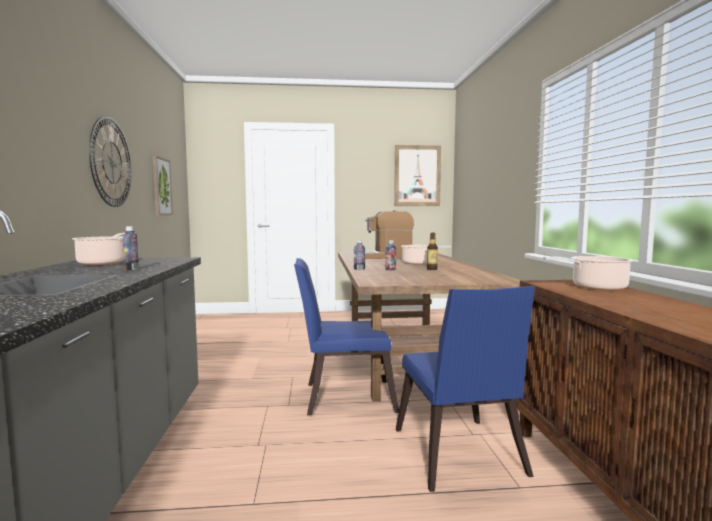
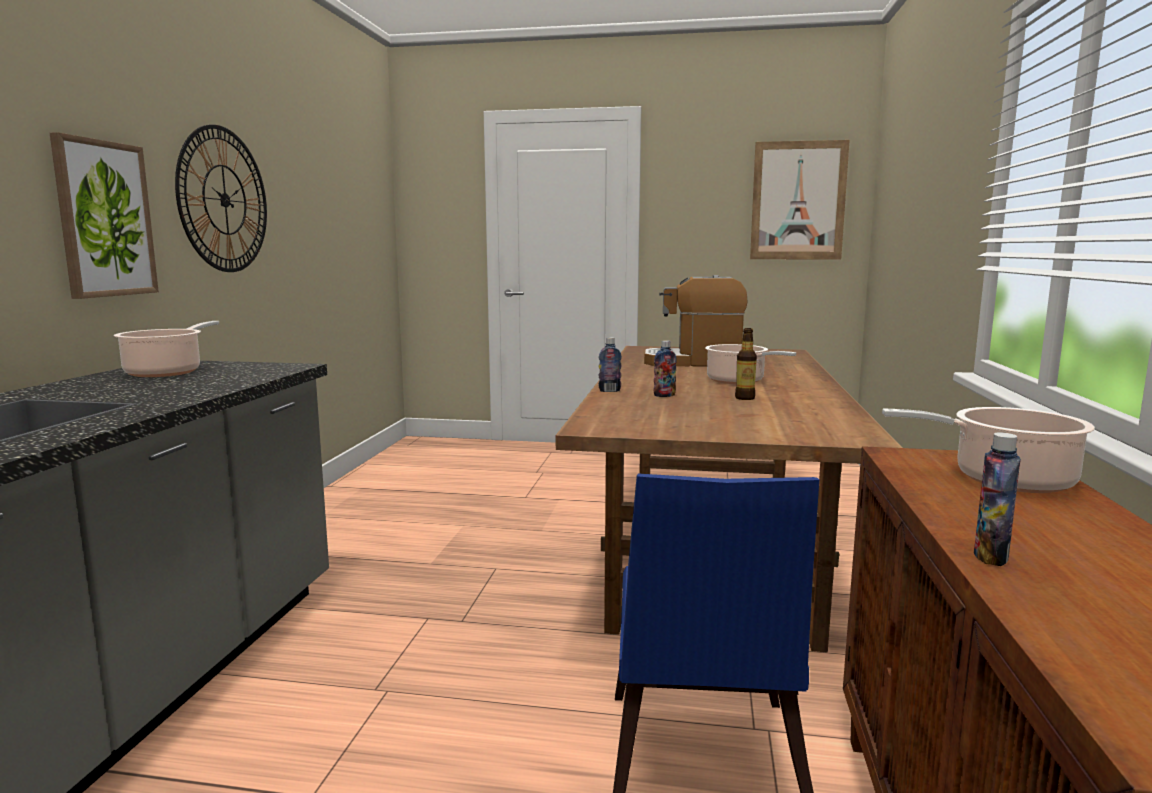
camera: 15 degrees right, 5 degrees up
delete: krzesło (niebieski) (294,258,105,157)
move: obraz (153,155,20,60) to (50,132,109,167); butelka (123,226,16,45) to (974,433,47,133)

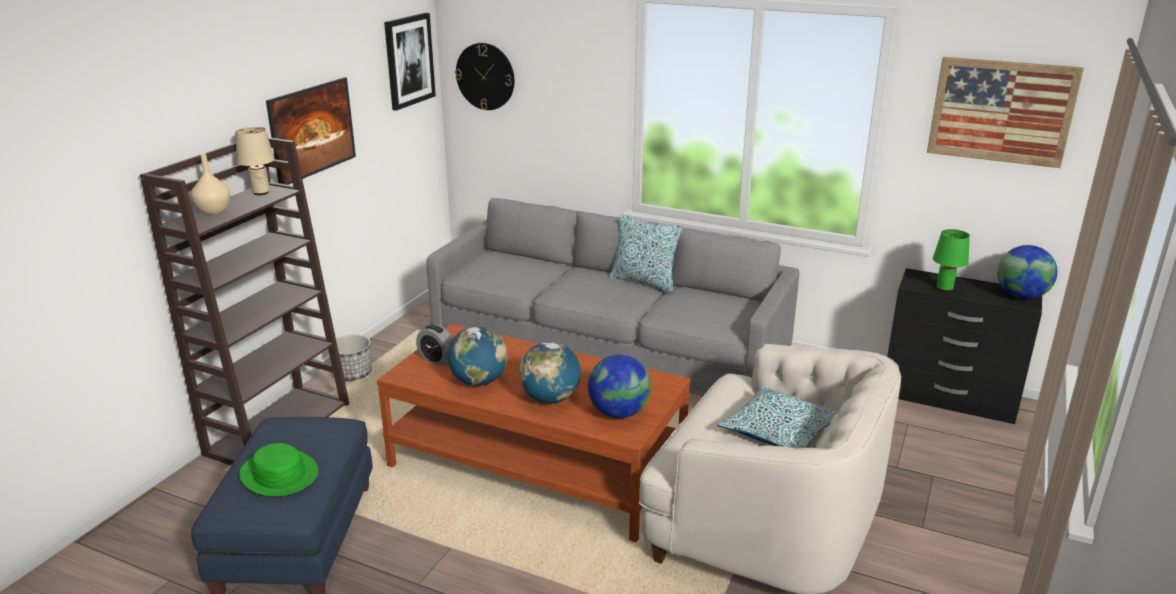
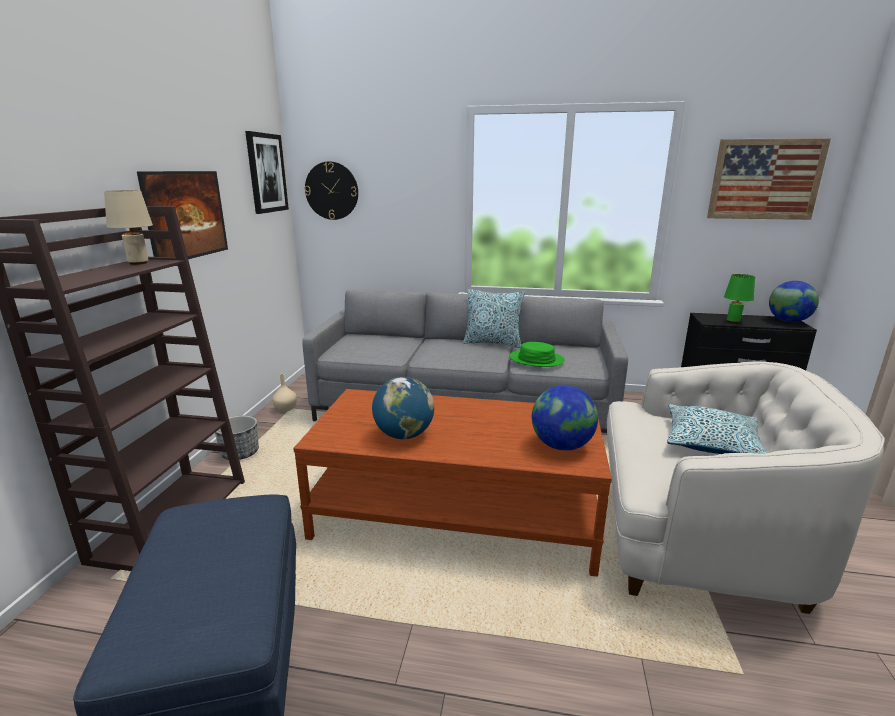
camera: 15 degrees left, 5 degrees down
delete: budzik (416,324,37,42); globus (519,342,62,62)
move: wazon (beżowy) (191,153,40,62) to (272,374,25,38); kapelusz (zielony) (239,443,80,53) to (510,342,55,25)

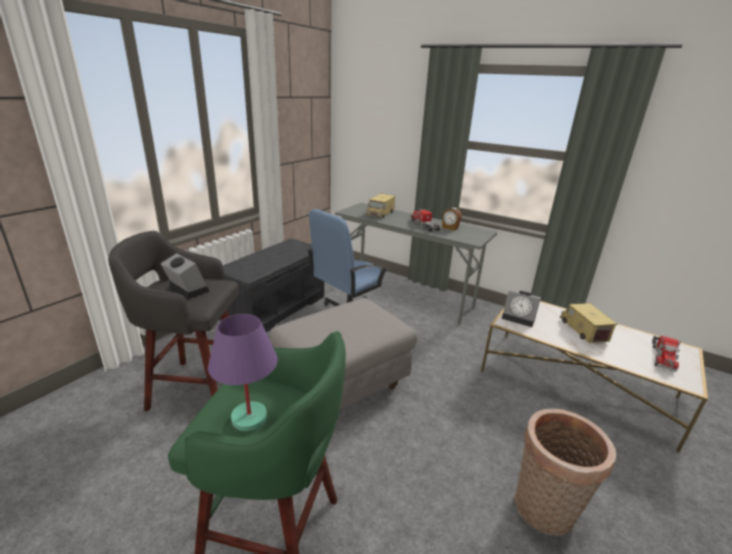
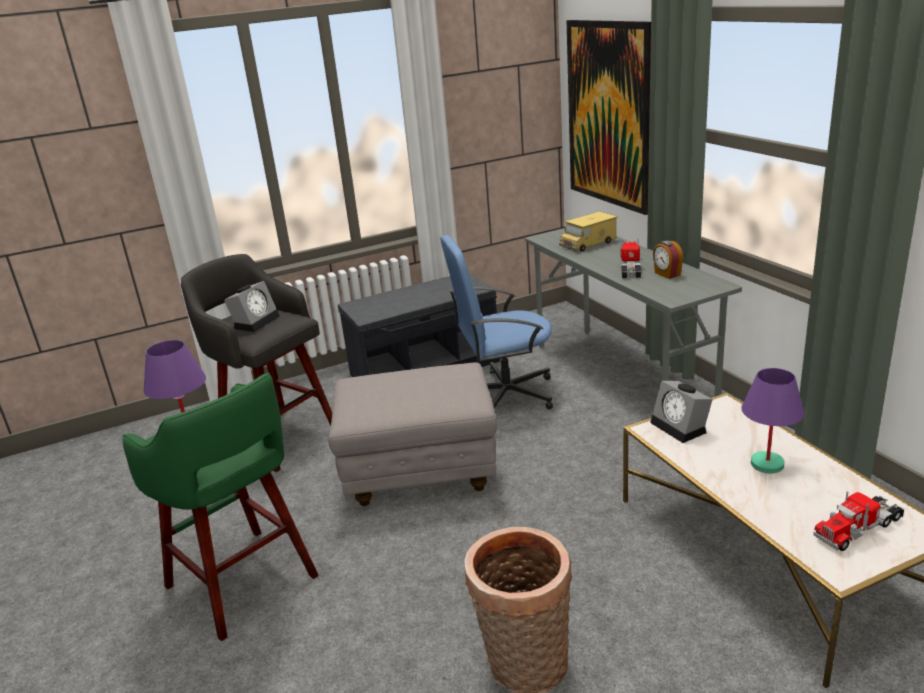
camera: 35 degrees right, 0 degrees up
insert: obraz (567,20,84,195)
replace: ciężarówka zabawkowa (560,303,58,40) to lampa stołowa (fioletowy) (742,368,62,105)
rotate: budzik (160,253,49,46) = (224,281,56,51) 45 degrees clockwise

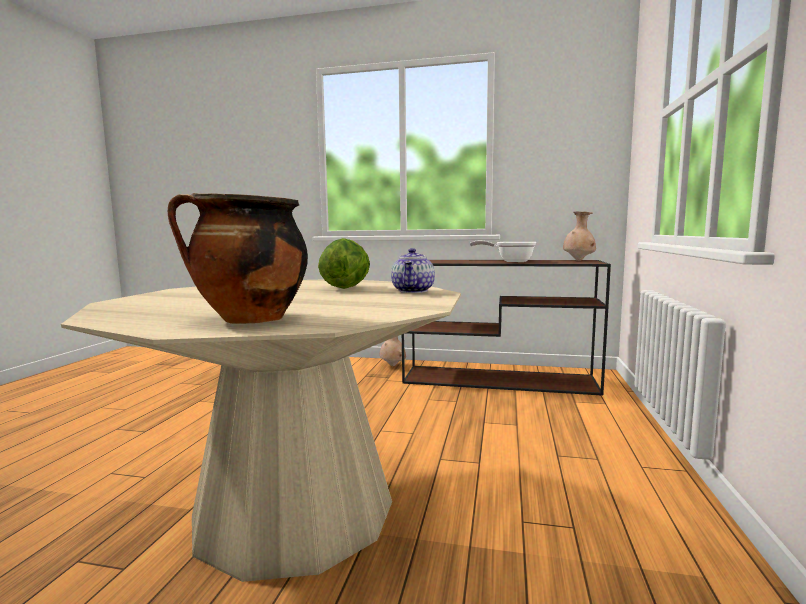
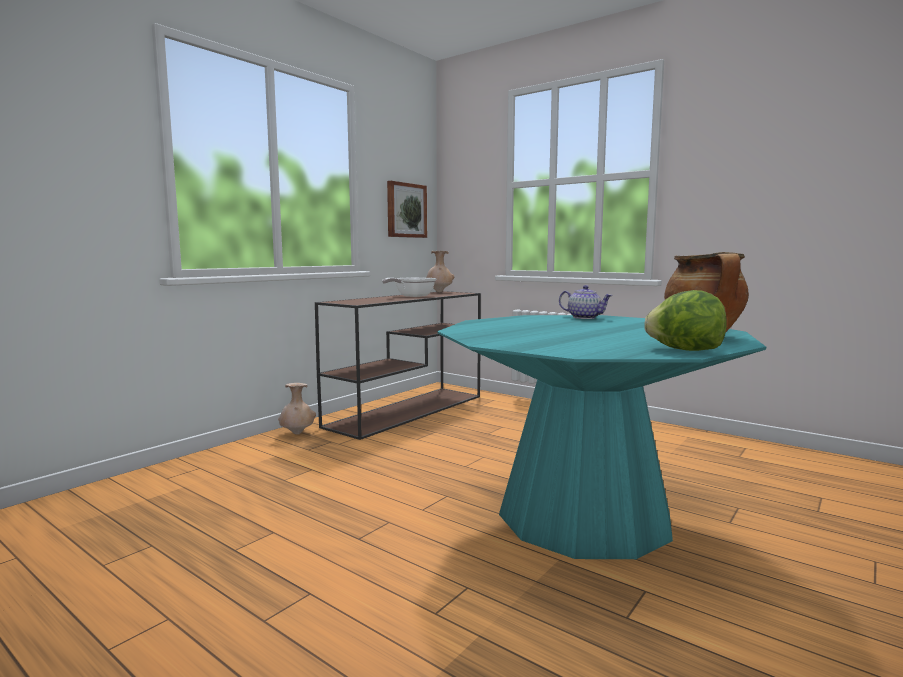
camera: 65 degrees left, 0 degrees up
insert: obraz (387,181,40,57)
move: sałata (318,238,52,51) to (644,290,82,61)
recolor: stół jadalny (beżowy) (61,279,400,303) to stół jadalny (turkusowy) (437,315,329,244)

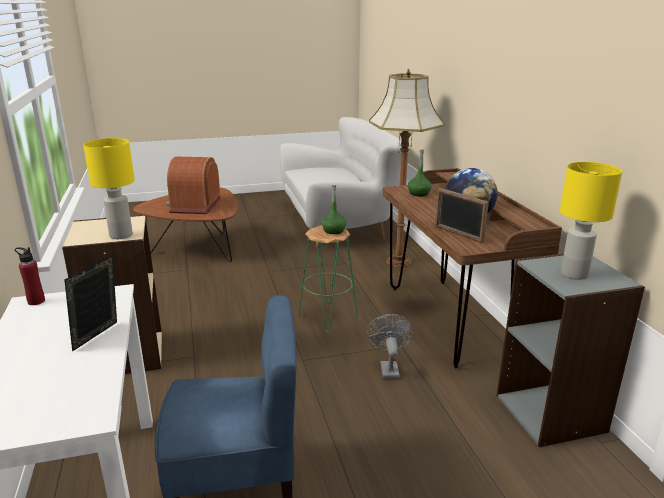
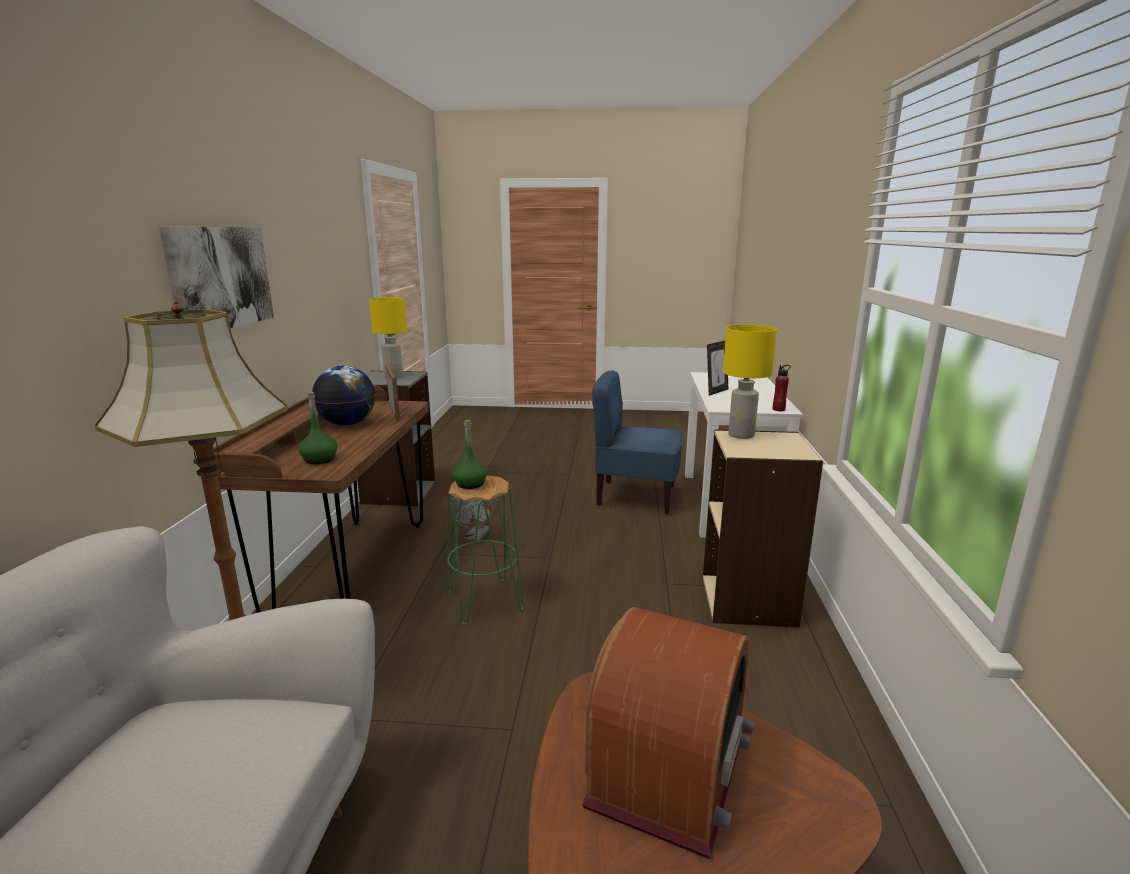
camera: 160 degrees left, 5 degrees down
insert: obraz (159,227,115,101)

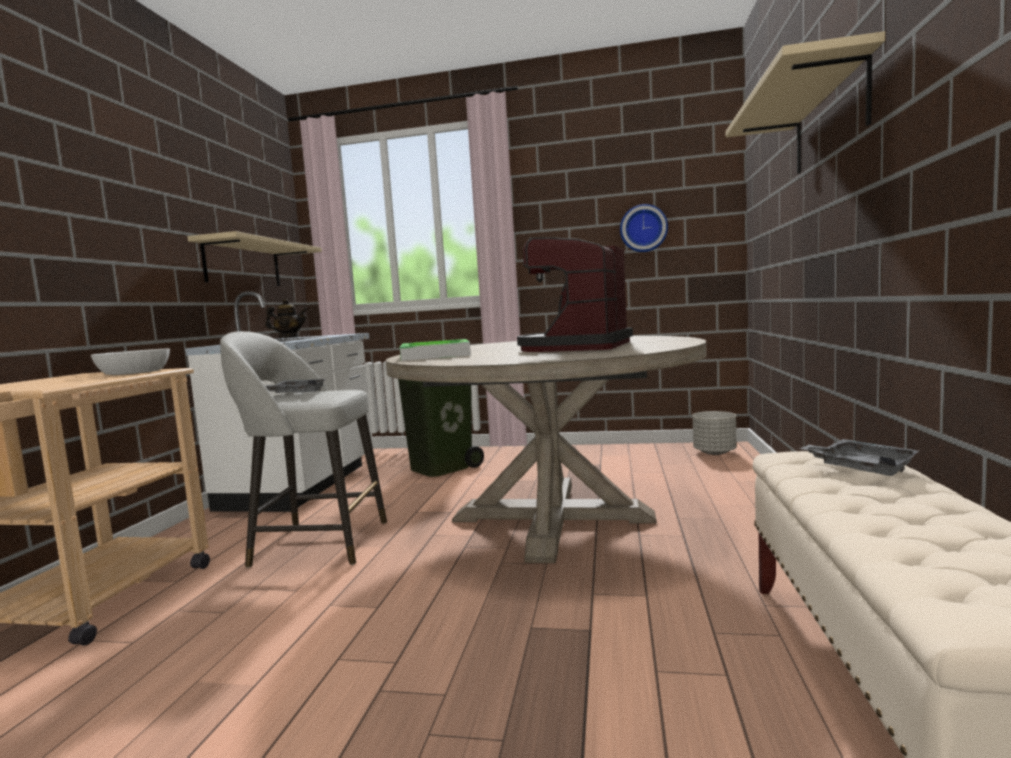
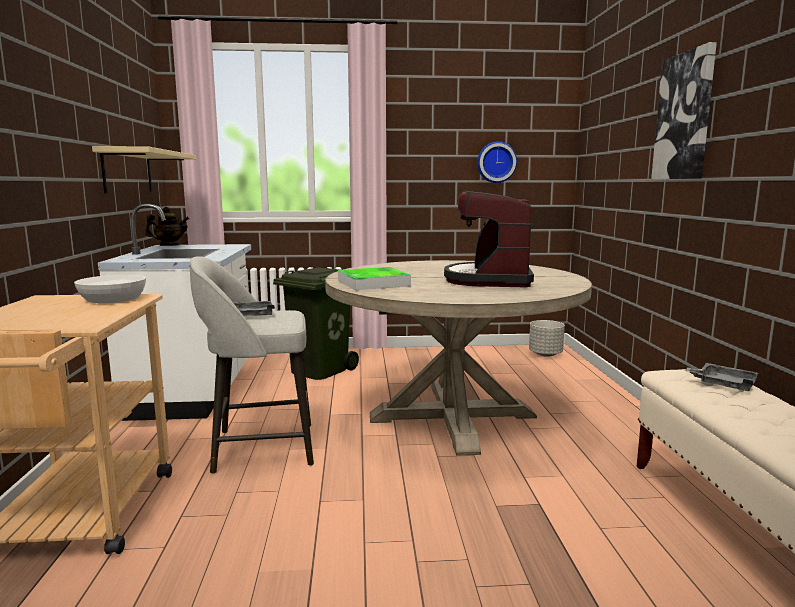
camera: 15 degrees left, 5 degrees up
replace: półka (beżowy) (725,31,160,143) to obraz (651,42,66,137)

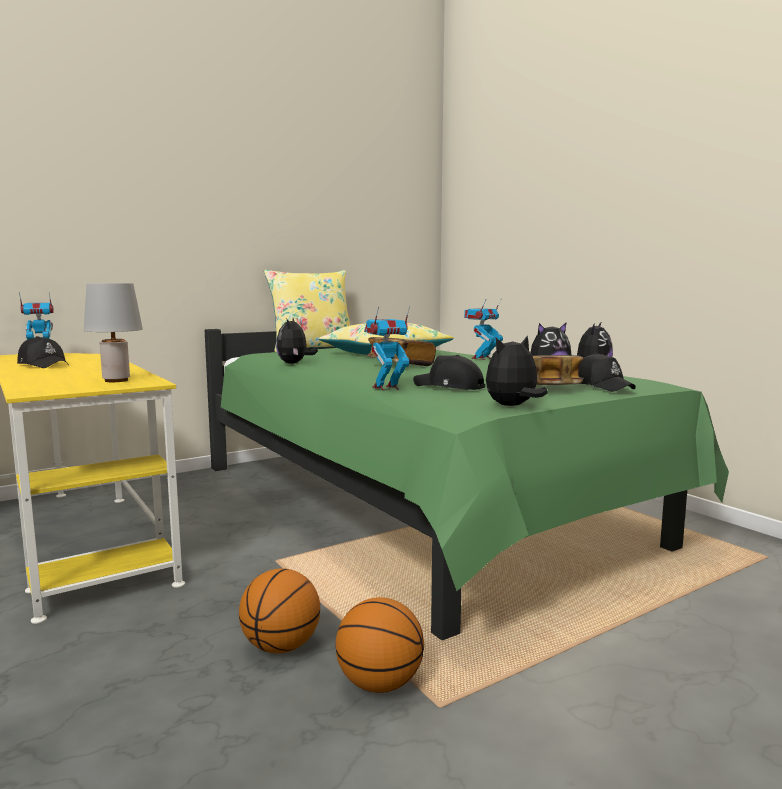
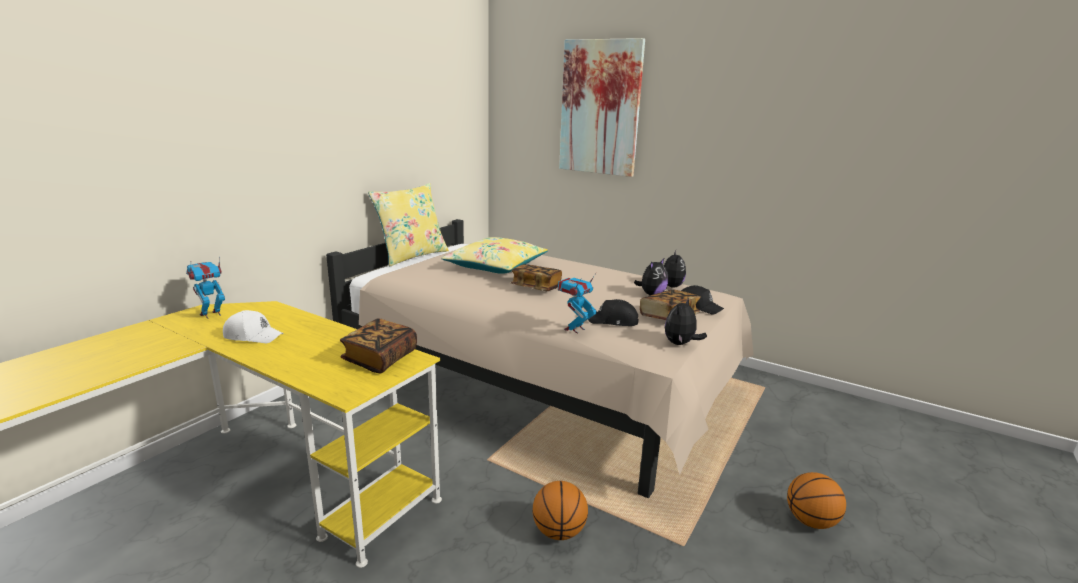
camera: 25 degrees left, 10 degrees up
delete: robot zabawkowy (464,300,39,60); pluszak (276,318,42,46)
insert: obraz (559,38,86,139)
move: piłka do koszykówki (335,597,89,96) to (787,472,59,57)
replace: lampa stołowa (szary) (84,283,59,99) to książka (340,318,77,55)
recolor: łóżko (zielony) (205,329,524,311) to łóżko (beżowy) (326,219,428,279); czapka z daszkiem (czarny) (17,336,52,32) to czapka z daszkiem (biały) (223,310,60,33)

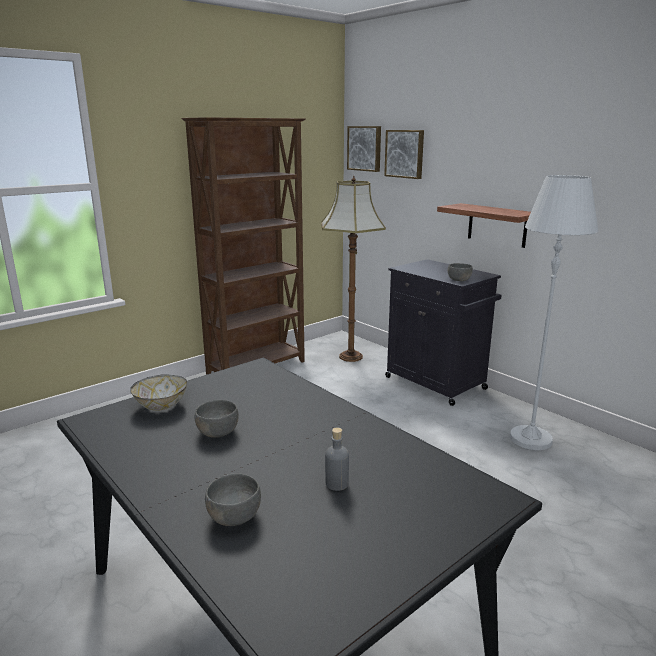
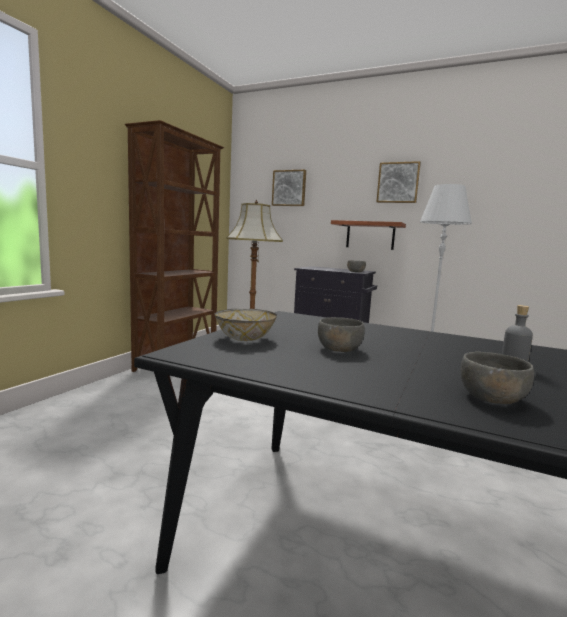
camera: 25 degrees left, 10 degrees down
move: obraz (347,126,34,46) to (376,161,45,42)

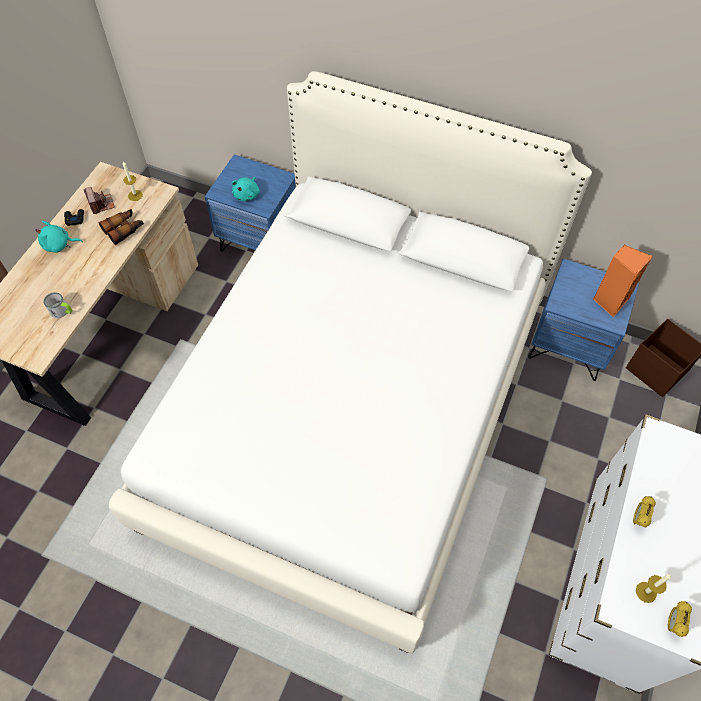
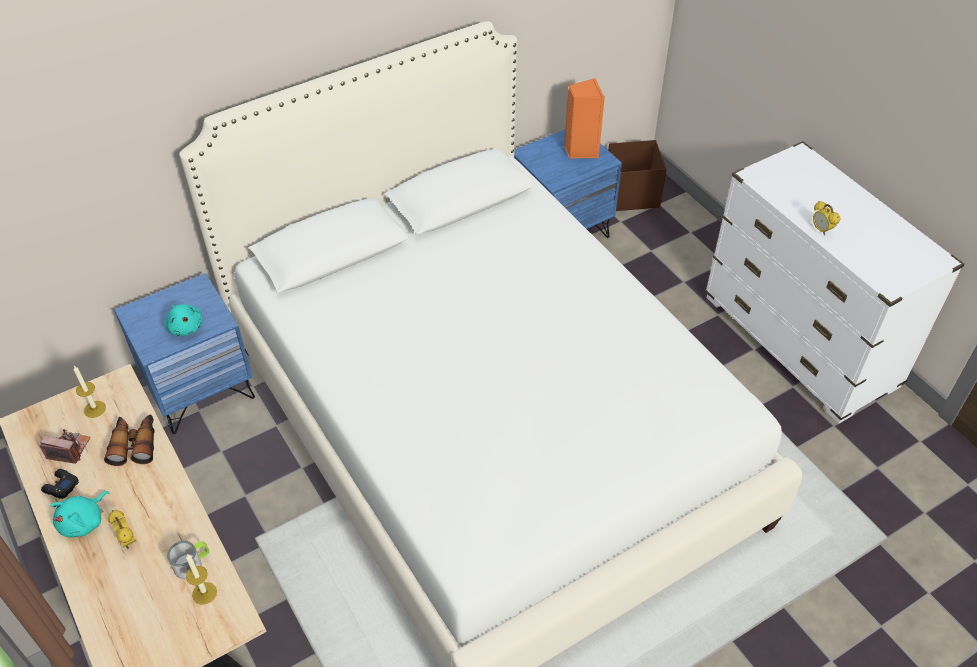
camera: 55 degrees left, 10 degrees down
move: świeca (636,574,35,29) to (186,554,31,50); budzik (668,601,24,36) to (108,510,28,39)

